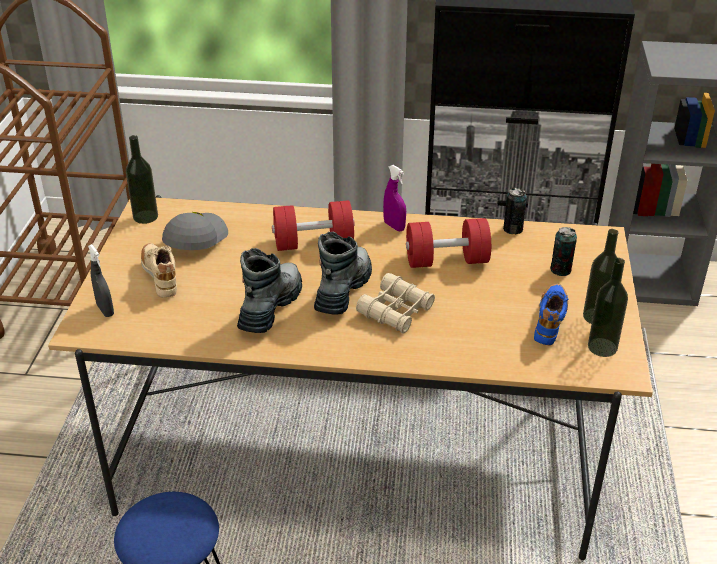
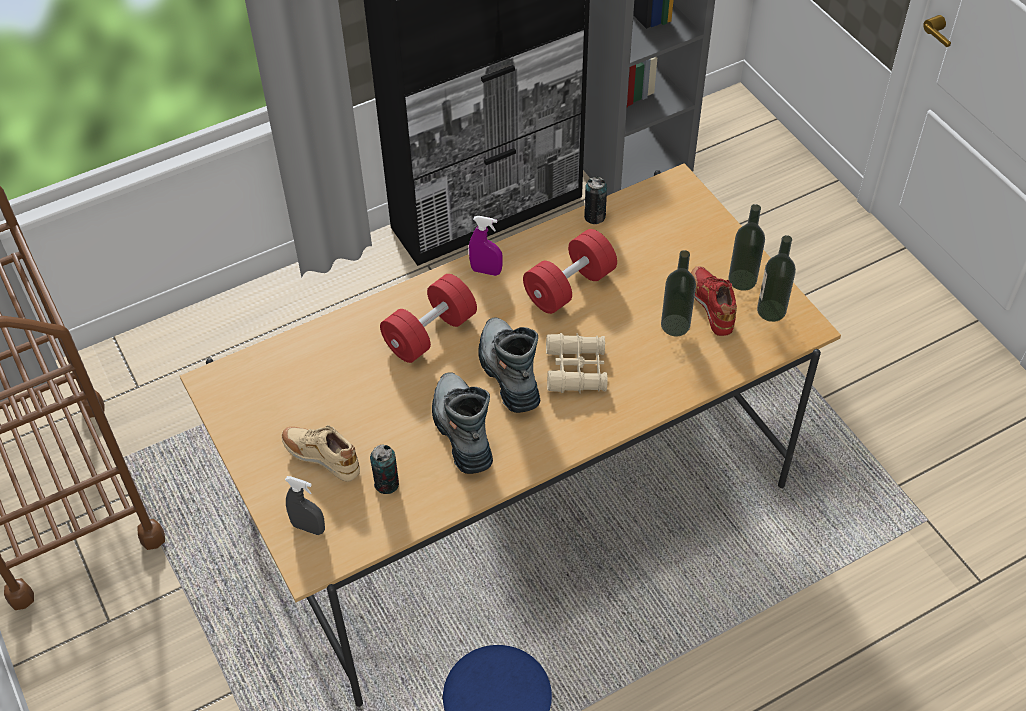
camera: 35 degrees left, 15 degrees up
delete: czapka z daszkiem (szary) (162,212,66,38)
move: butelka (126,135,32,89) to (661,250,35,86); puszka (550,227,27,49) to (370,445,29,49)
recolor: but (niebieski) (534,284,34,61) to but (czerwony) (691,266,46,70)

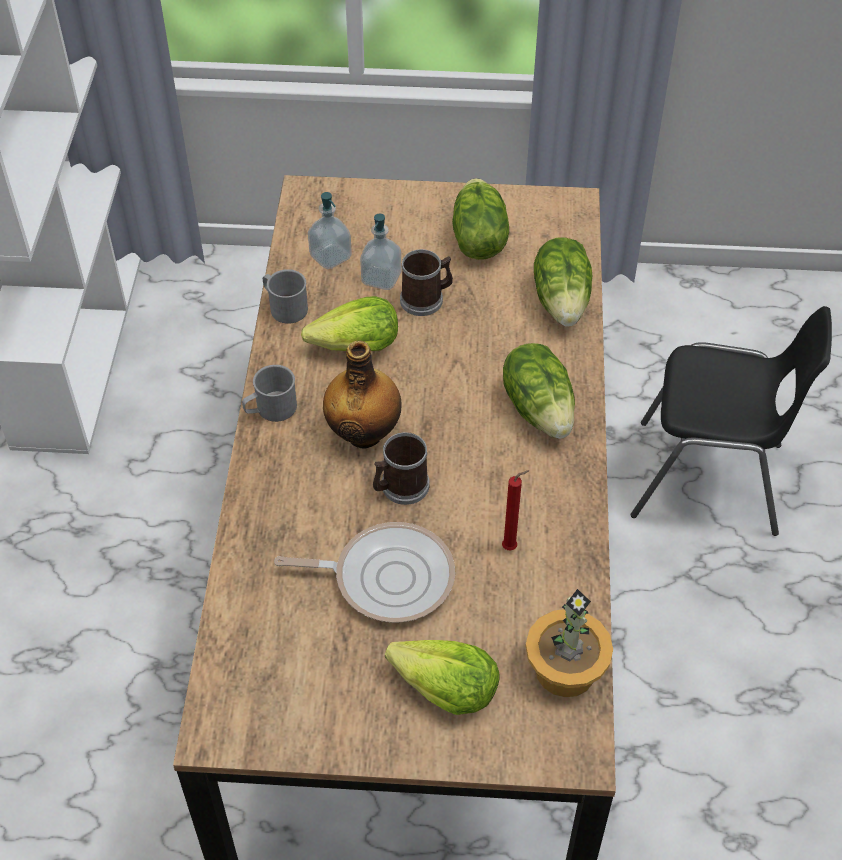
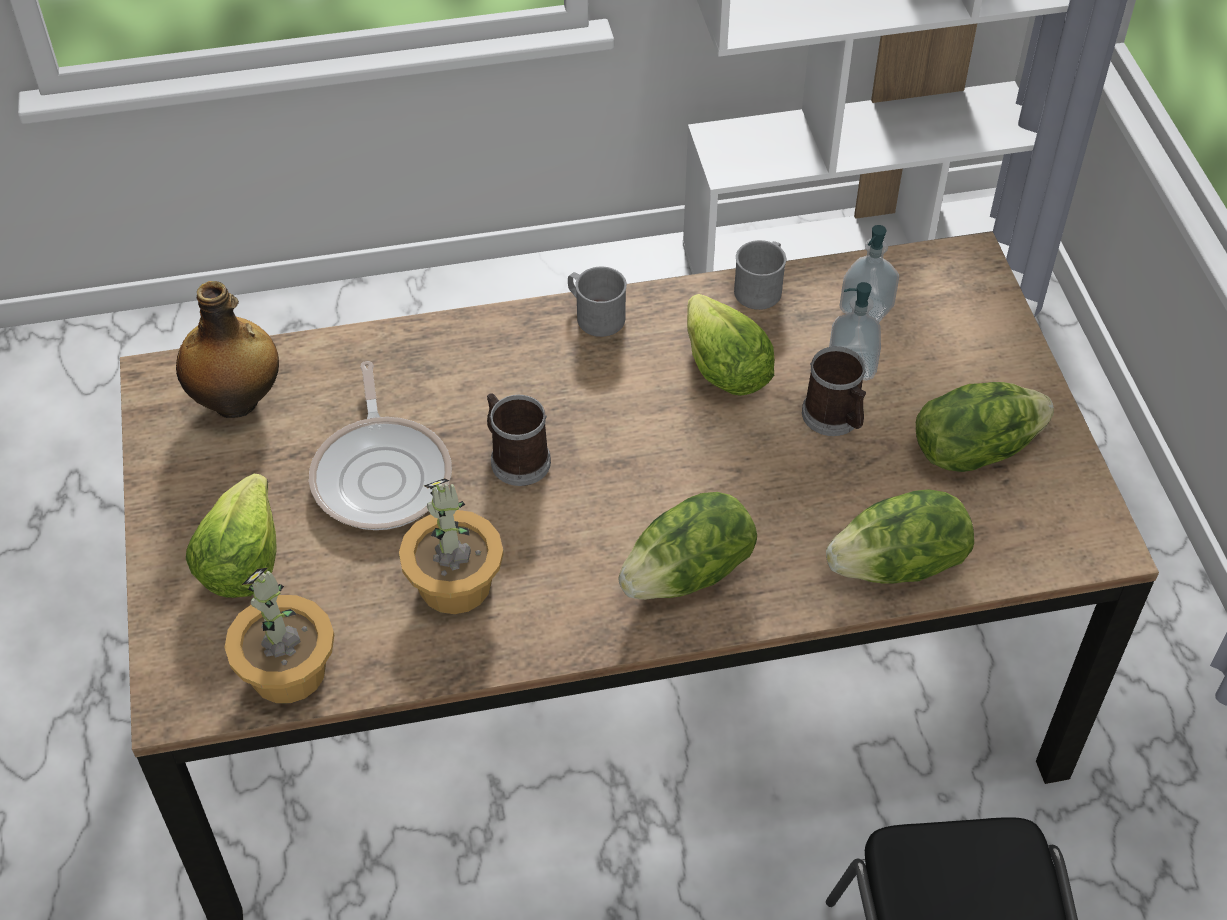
camera: 75 degrees right, 0 degrees up
move: butelka (323,341,79,108) to (176,281,103,137)
replace: świeca (czerwony) (502,470,27,80) to roślina doniczkowa (399,478,105,136)

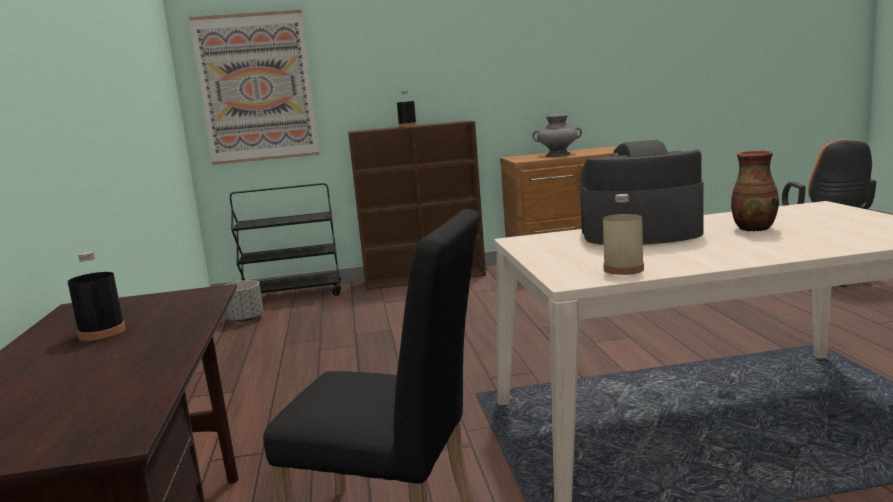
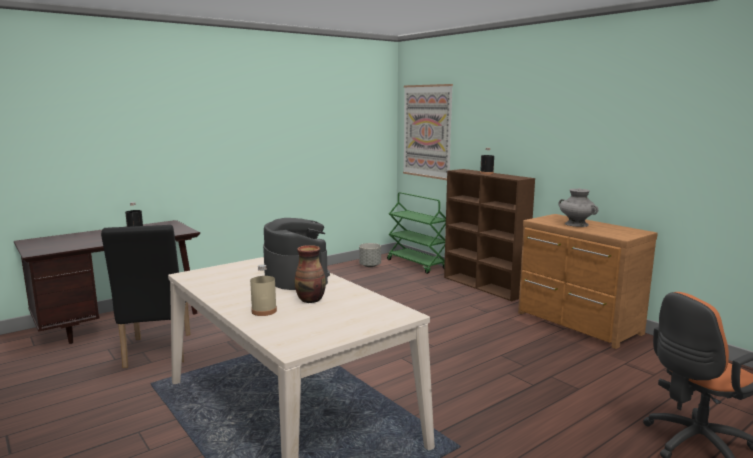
camera: 60 degrees right, 0 degrees up
move: butelka (beżowy) (603,194,41,81) to (250,264,27,52)
recolor: wózek (czarny) (230,183,111,113) to wózek (zielony) (387,192,59,82)

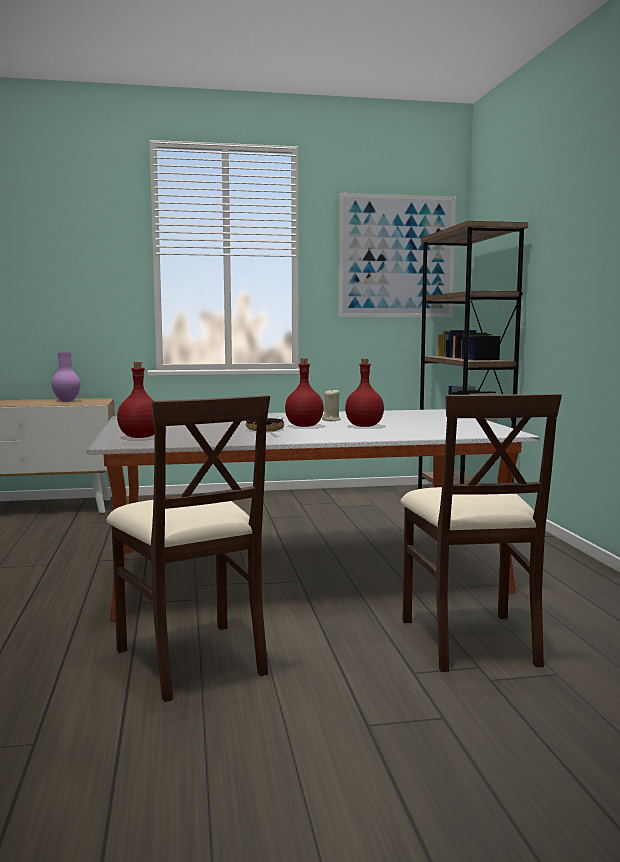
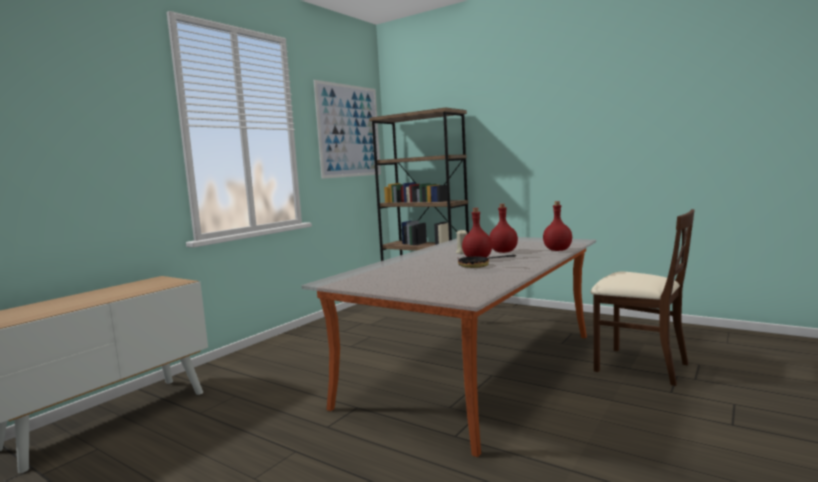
camera: 45 degrees left, 0 degrees up
delete: wazon (fioletowy) (51,352,30,50); krzesło (beżowy) (107,395,163,307)
move: butelka (czerwony) (117,362,38,76) to (543,201,29,50)

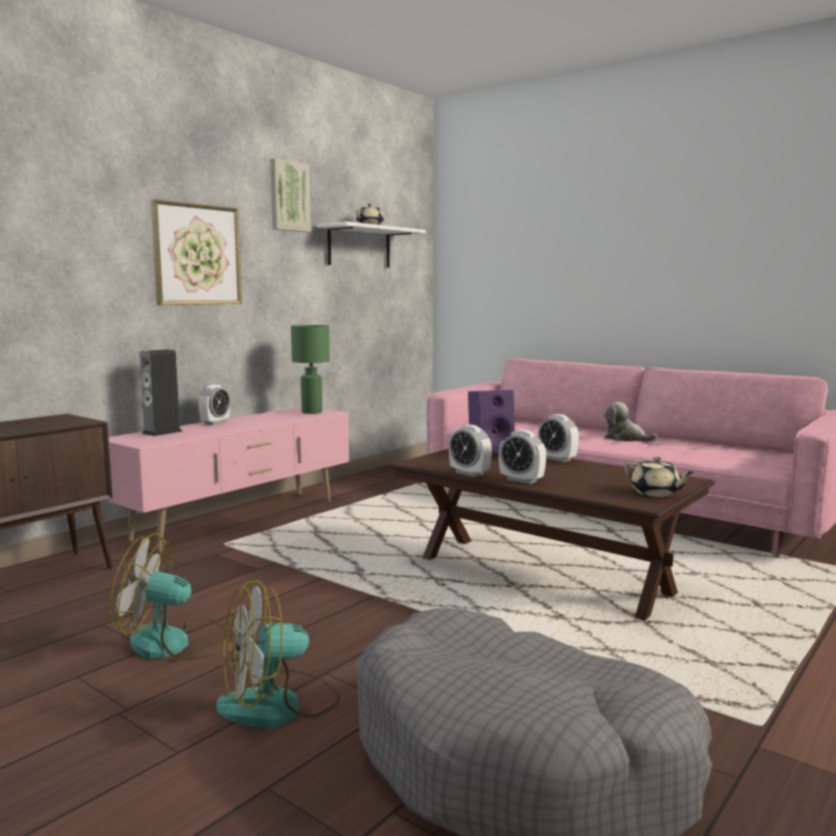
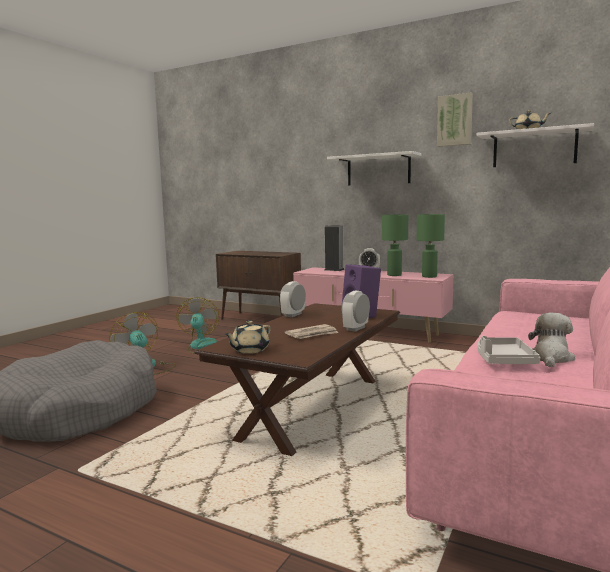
camera: 80 degrees right, 0 degrees up
delete: budzik (499,430,47,54)
insert: lampa stołowa (zielony) (382,214,26,62); gazeta (285,324,53,15); taca (szary) (478,336,62,28)
replace: obraz (151,200,91,105) to półka (biały) (327,151,94,35)

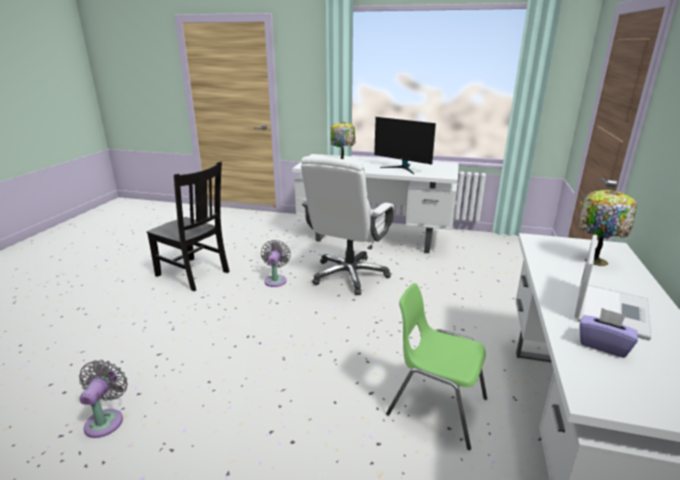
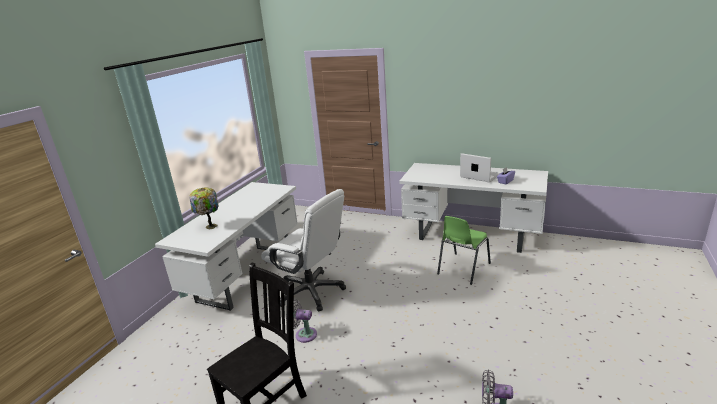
camera: 80 degrees left, 0 degrees up
delete: monitor (374,117,62,57); lampa stołowa (579,190,58,77)

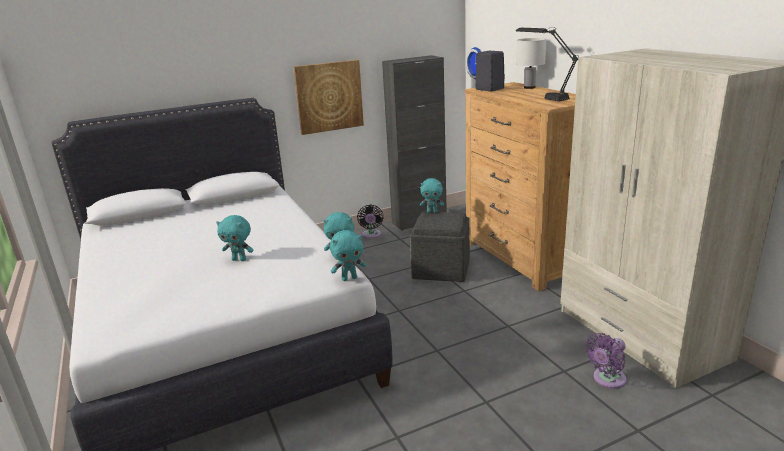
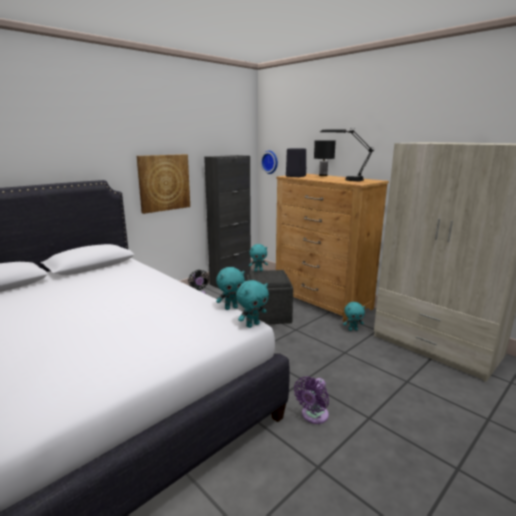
camera: 20 degrees left, 5 degrees down
move: pluszak (turkusowy) (216,215,38,46) to (343,302,22,29); wentylator (fioletowy) (585,333,42,56) to (294,376,35,48)
recolor: lampa stołowa (biały) (516,38,30,51) to lampa stołowa (czarny) (314,140,22,36)

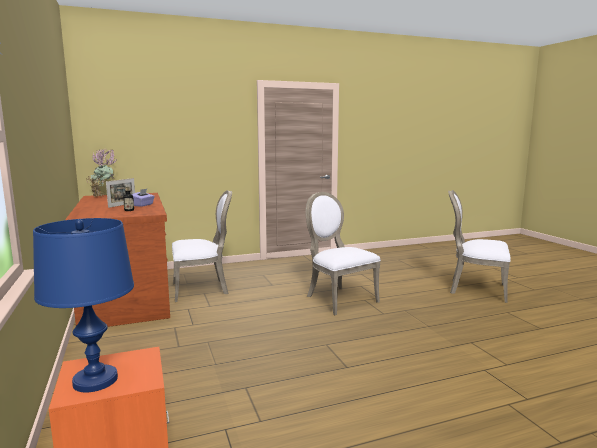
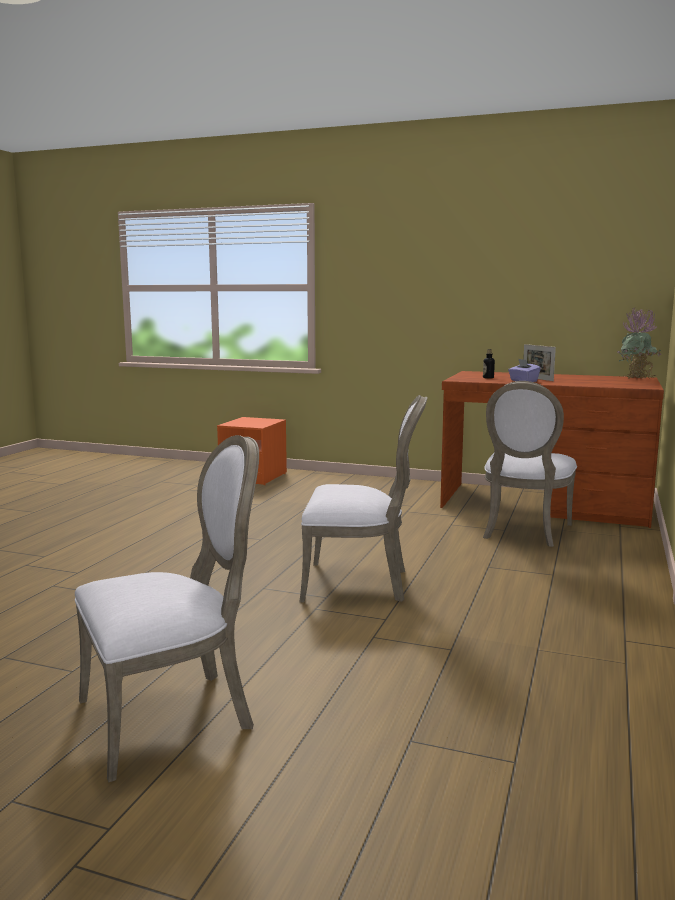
camera: 130 degrees right, 0 degrees up
delete: lampa stołowa (niebieski) (33,218,101,174)

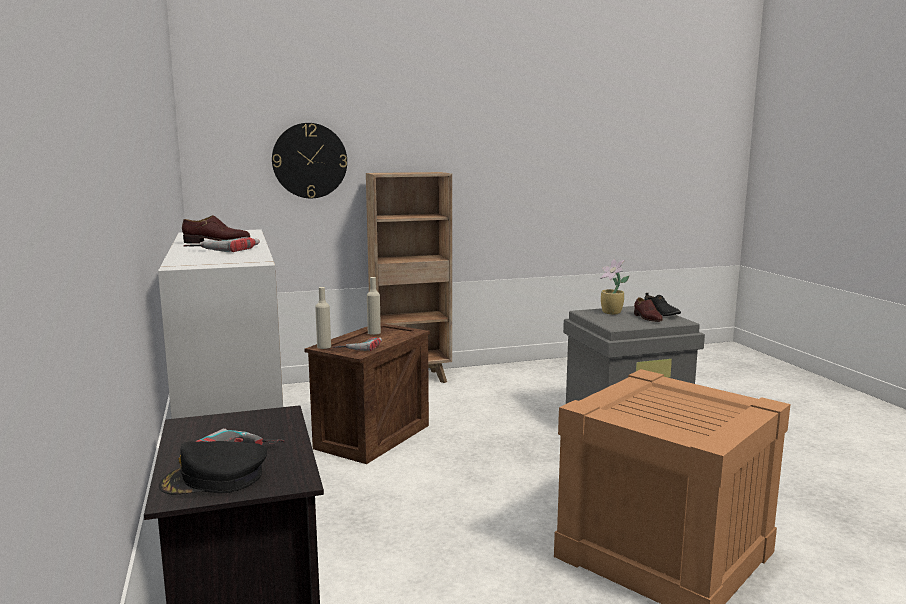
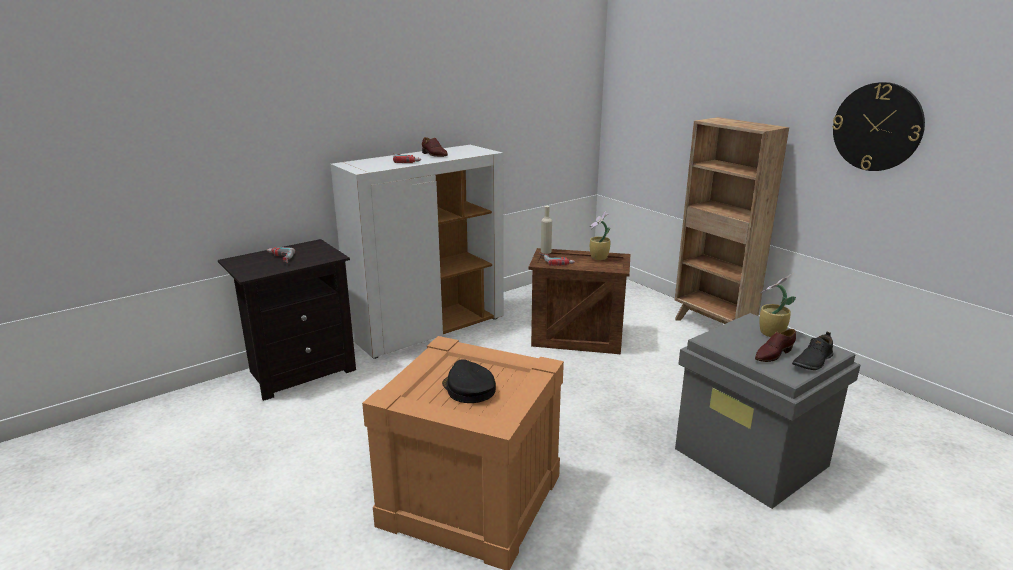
camera: 70 degrees right, 10 degrees up
move: zegar ścienny (272,123,75,75) to (832,82,93,89); czapka z daszkiem (czarny) (159,441,108,53) to (442,359,54,44)
replace: butelka (beżowy) (367,277,14,58) to roślina doniczkowa (590,211,21,49)

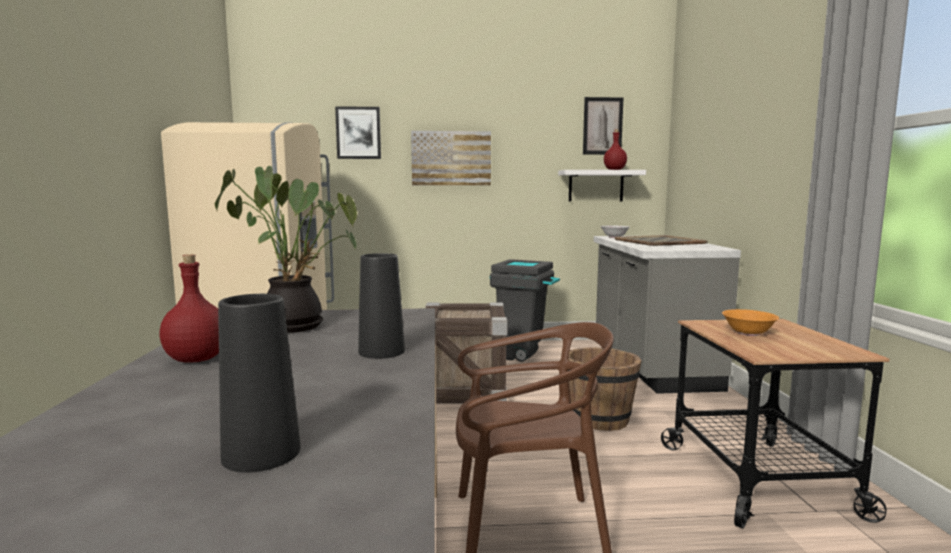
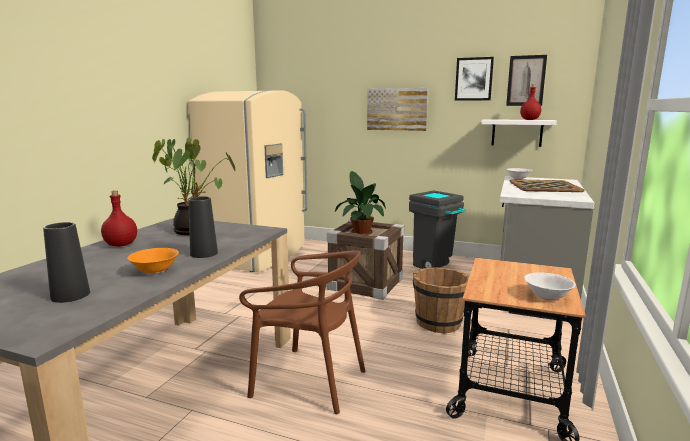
camera: 25 degrees right, 5 degrees up
insert: roślina doniczkowa (335,171,51,64); miska (biały) (524,272,52,29)
move: obraz (335,106,46,53) to (455,57,39,44); miska (pomarańczowy) (722,309,57,27) to (127,248,52,27)

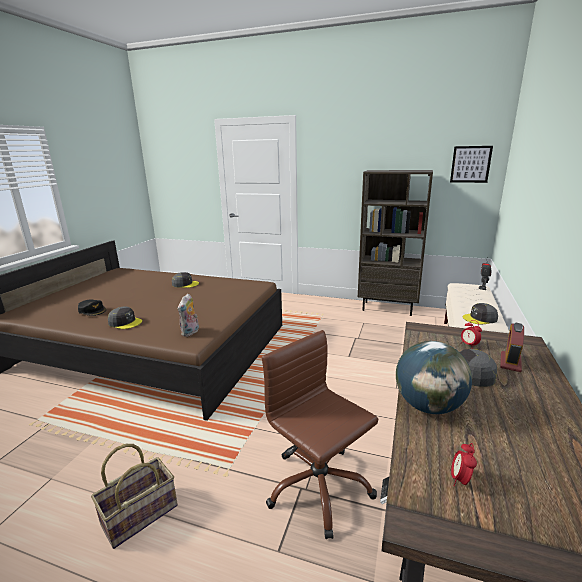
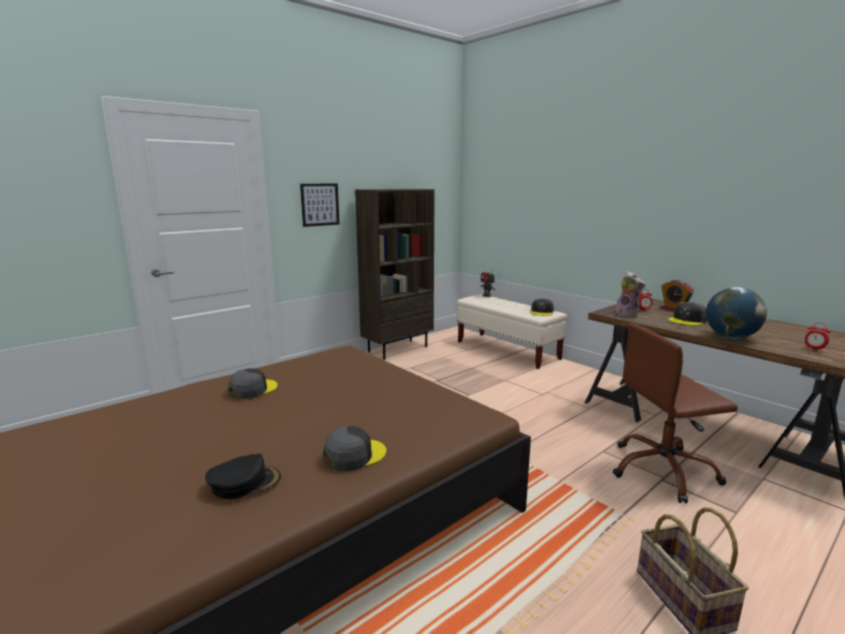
camera: 60 degrees left, 5 degrees down
move: obraz (450,146,43,37) to (300,184,40,43); pluszak (178,294,21,43) to (614,271,31,46)

